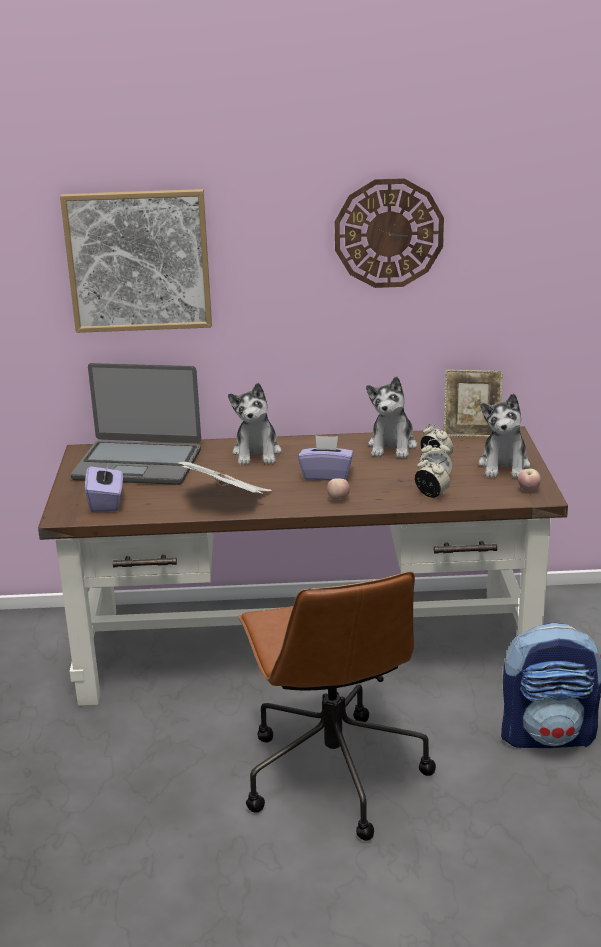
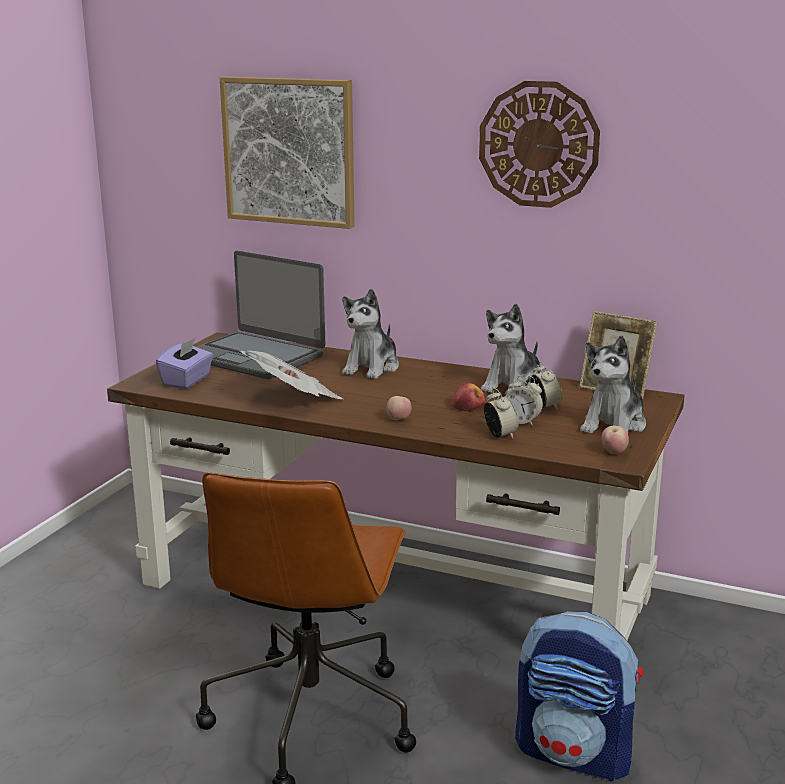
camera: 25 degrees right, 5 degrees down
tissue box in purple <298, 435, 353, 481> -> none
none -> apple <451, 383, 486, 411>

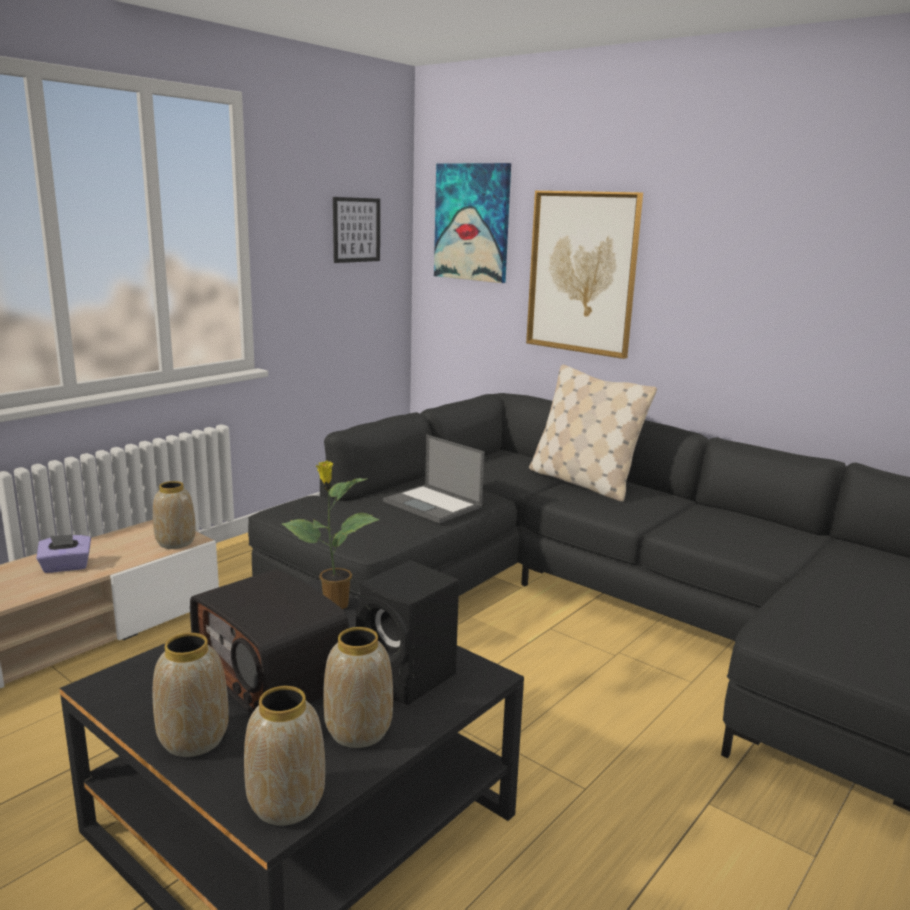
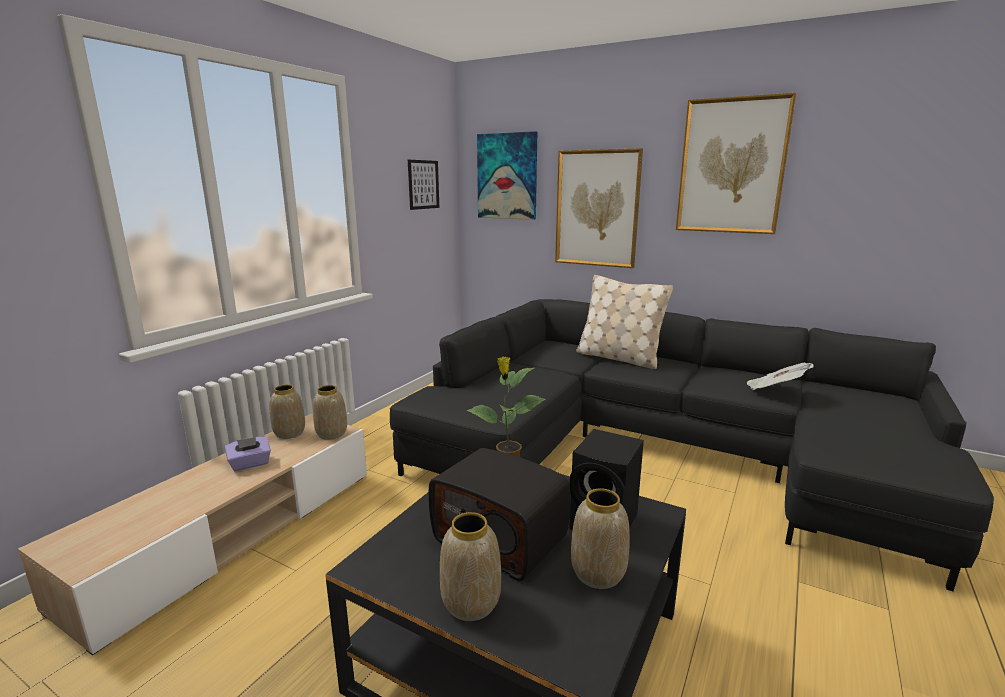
camera: 10 degrees left, 0 degrees up
laptop <383, 435, 484, 523> -> none
none -> picture <676, 93, 796, 234>
none -> newspaper <747, 363, 814, 390>
vase <244, 686, 325, 826> -> vase <270, 384, 305, 439>, move

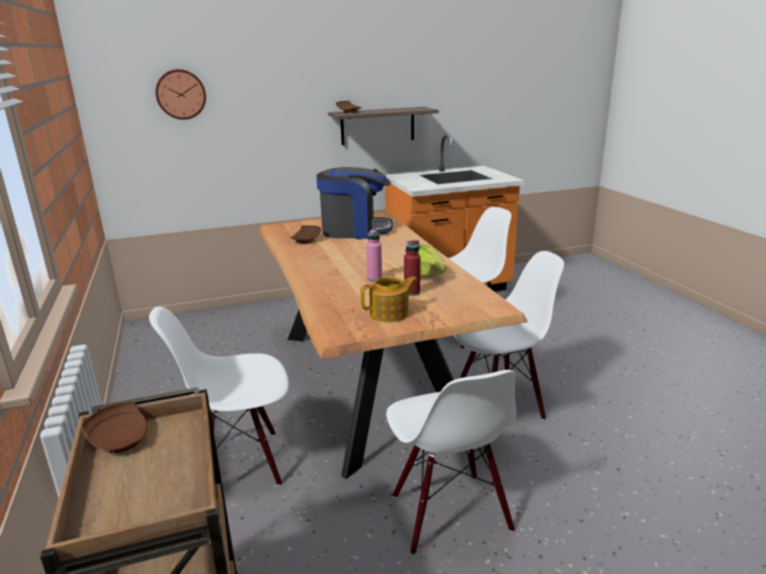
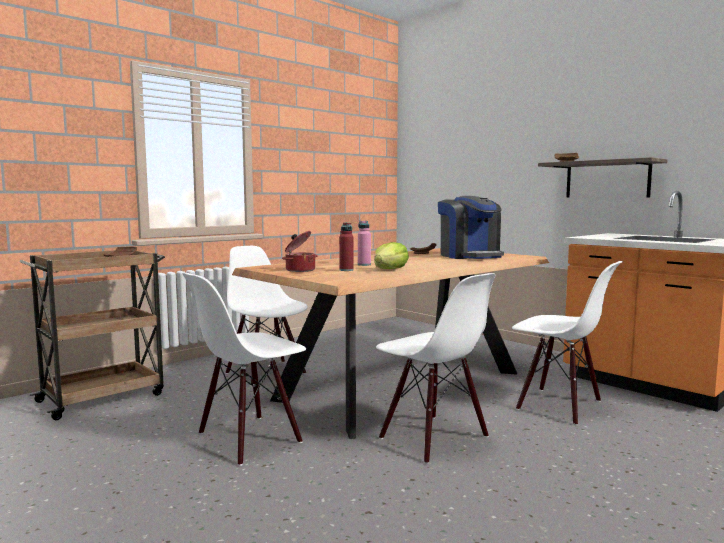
camera: 65 degrees right, 15 degrees down
wall clock <156, 69, 206, 120> -> none
teapot <361, 276, 418, 322> -> cooking pot <282, 231, 318, 272>

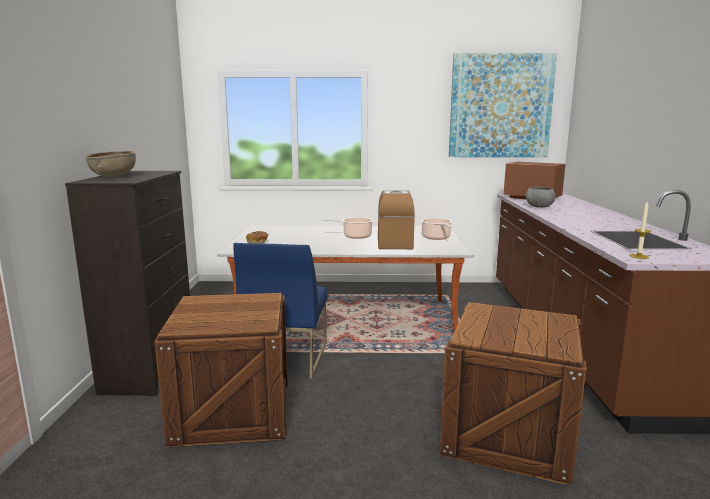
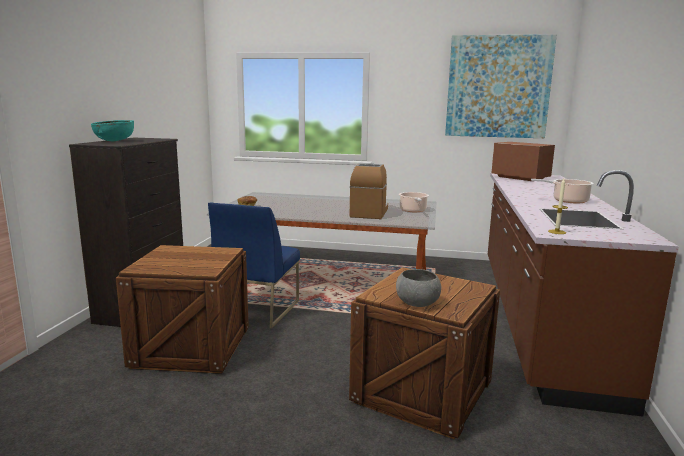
camera: 10 degrees right, 0 degrees up
cooking pot <323, 217, 373, 239> -> cooking pot <531, 179, 594, 203>, move
bowl in grey <526, 187, 555, 208> -> bowl in grey <396, 269, 441, 307>, move
bowl in brown <86, 151, 136, 177> -> bowl in turquoise <91, 120, 134, 141>

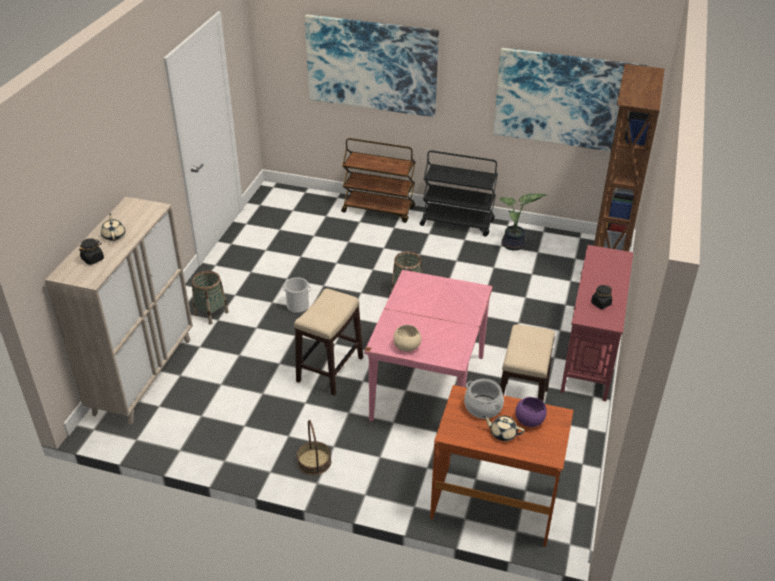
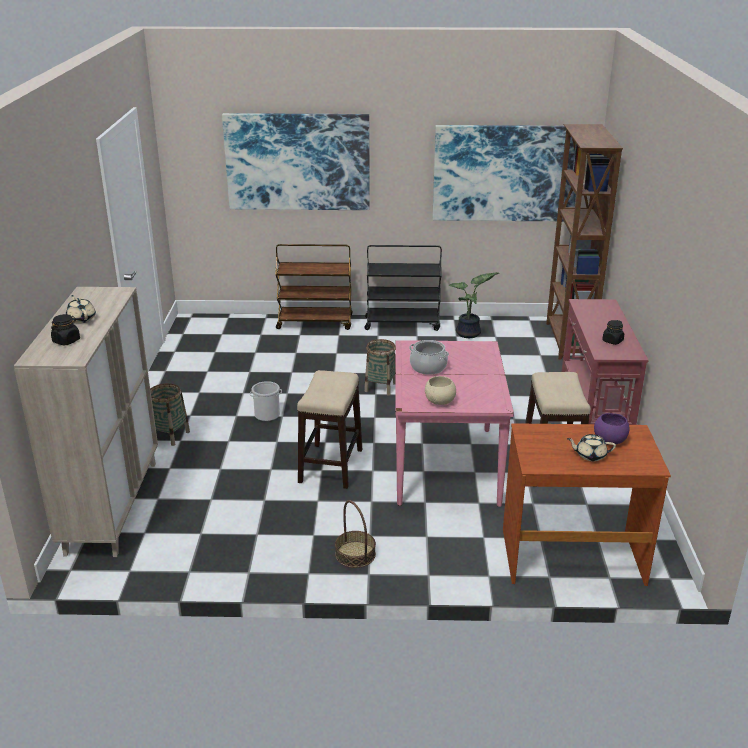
camera: 15 degrees left, 10 degrees down
cooking pot <464, 379, 504, 419> -> cooking pot <409, 340, 449, 375>, move

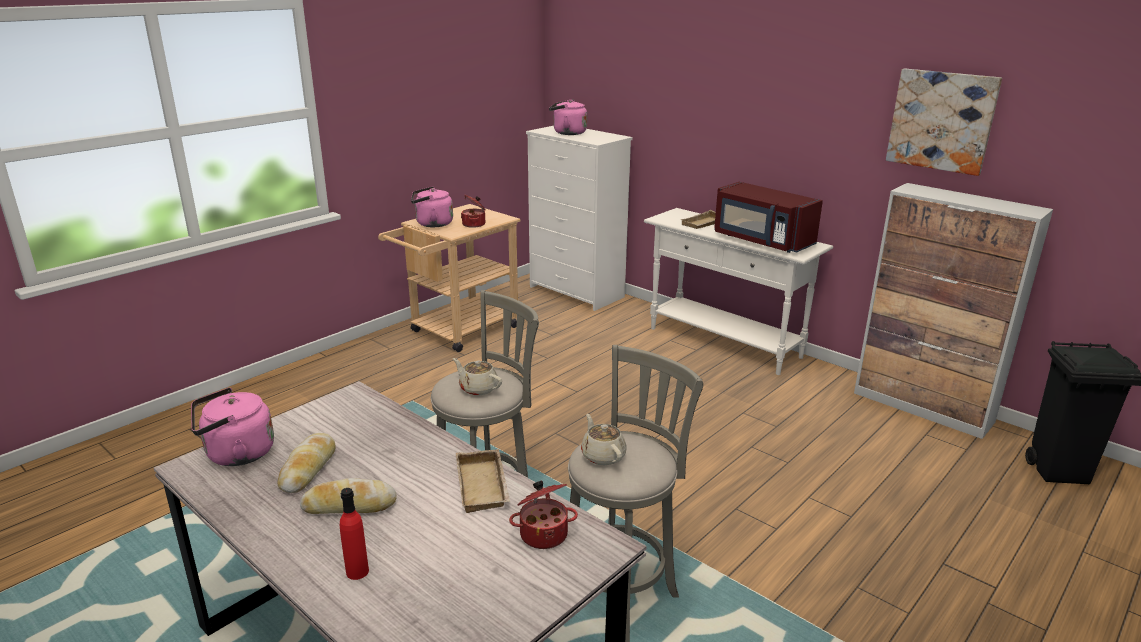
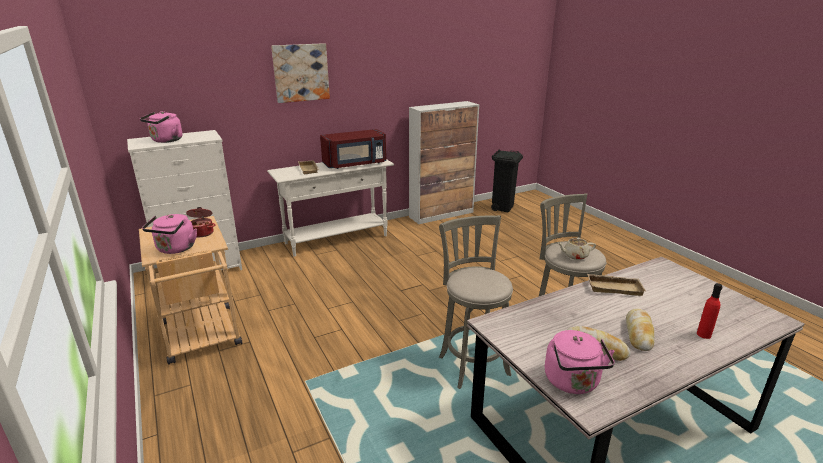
camera: 70 degrees left, 0 degrees up
teapot in beige <453, 358, 502, 395> -> none
cooking pot <509, 481, 578, 549> -> none
picture <886, 69, 1002, 176> -> picture <271, 43, 330, 103>, move

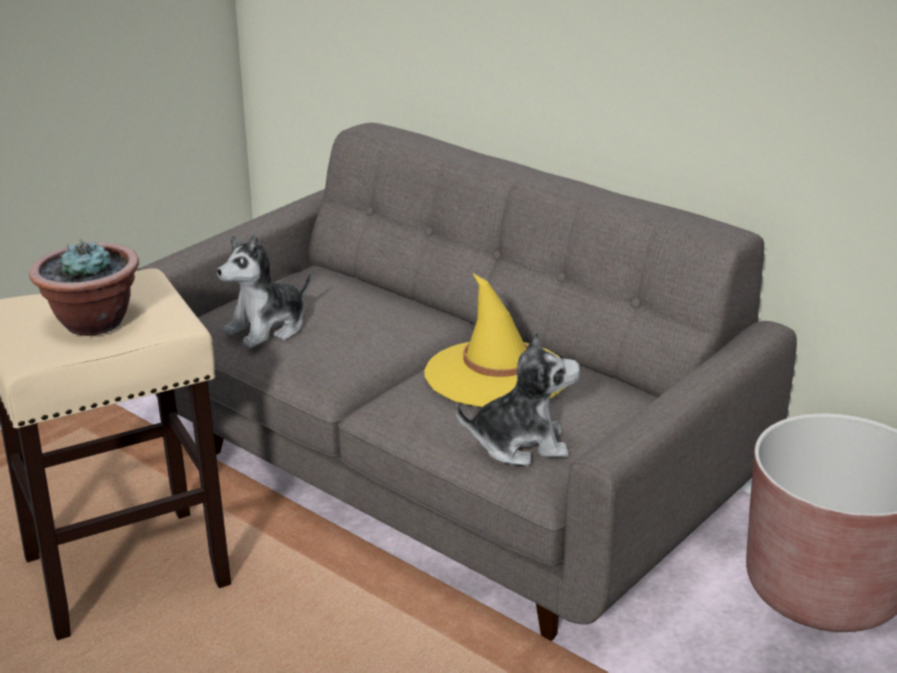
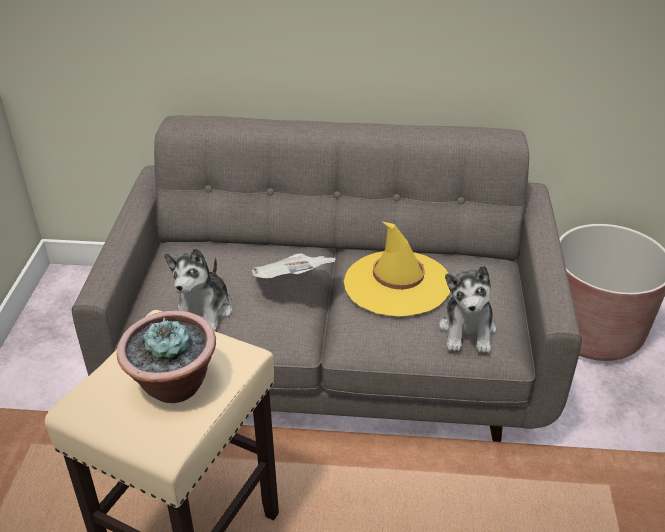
camera: 35 degrees left, 10 degrees up
none -> newspaper <252, 253, 336, 278>
plush toy <456, 330, 580, 466> -> plush toy <439, 266, 496, 353>, 135 degrees clockwise

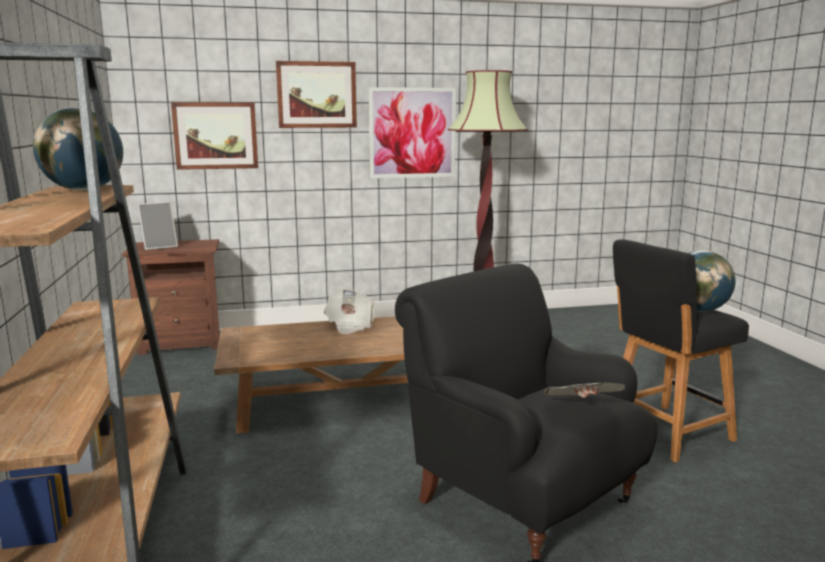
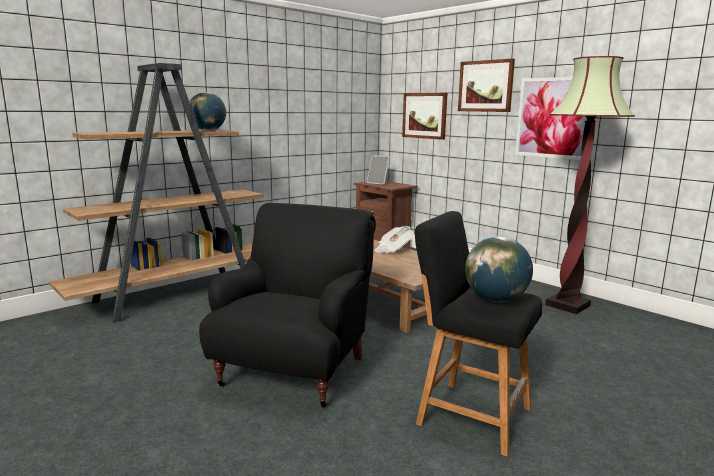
camera: 60 degrees right, 0 degrees up
newspaper <543, 382, 625, 398> -> none

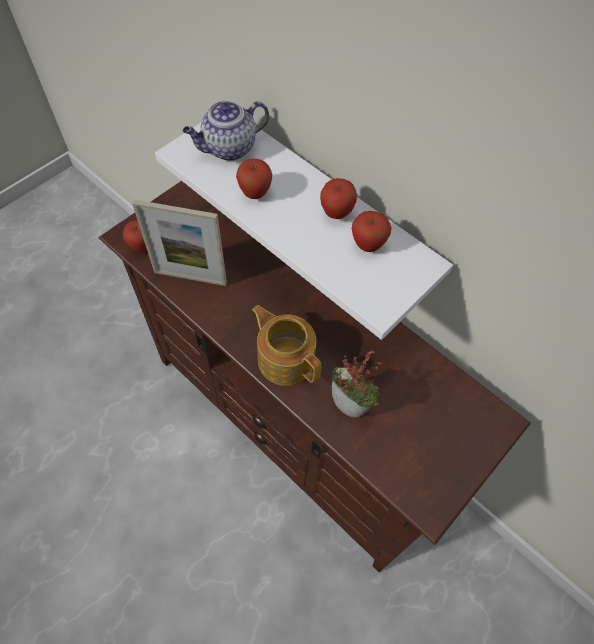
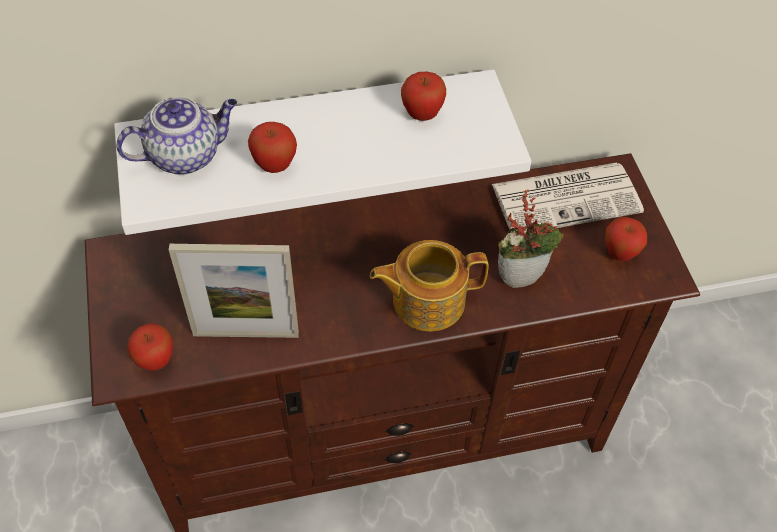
camera: 55 degrees left, 5 degrees down
none -> newspaper <492, 163, 644, 233>
apple <320, 178, 357, 219> -> apple <605, 217, 647, 261>, move
picture frame <132, 199, 227, 286> -> picture frame <169, 244, 299, 338>, 45 degrees clockwise
teapot <183, 100, 269, 161> -> teapot <116, 97, 237, 175>, 120 degrees counterclockwise

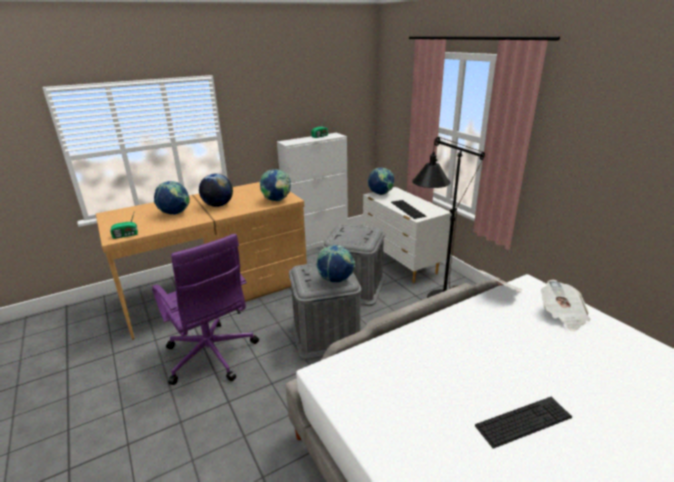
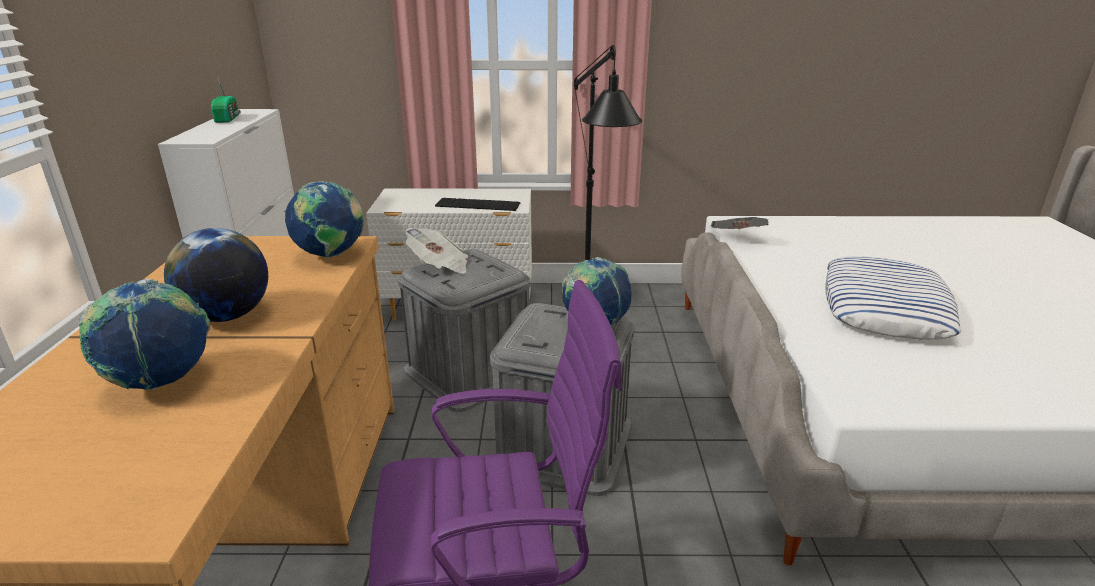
camera: 60 degrees left, 0 degrees up
radio <110, 210, 138, 239> -> none
globe <368, 167, 394, 195> -> none
keyboard <475, 397, 572, 449> -> none
none -> pillow <825, 256, 962, 340>
newspaper <541, 280, 591, 331> -> newspaper <405, 228, 468, 274>, move

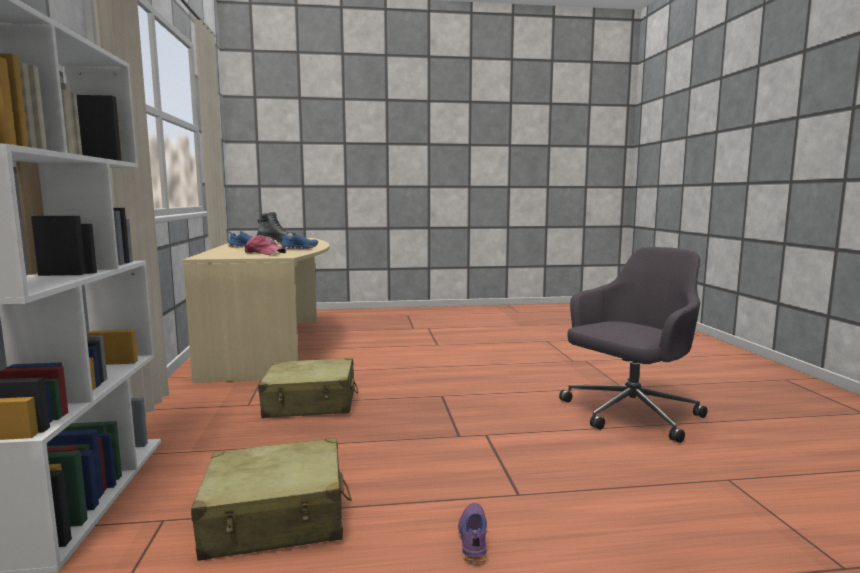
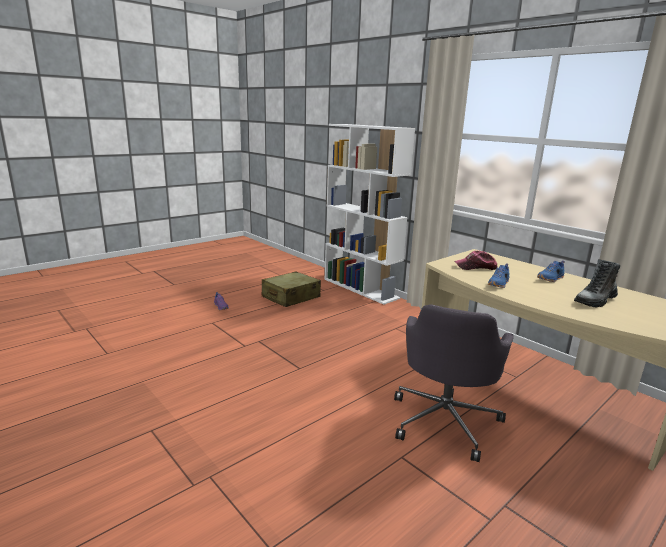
camera: 145 degrees right, 10 degrees up
suitcase in beige <258, 358, 358, 418> -> none
office chair in grey <559, 247, 707, 443> -> office chair in grey <394, 304, 513, 462>, move

